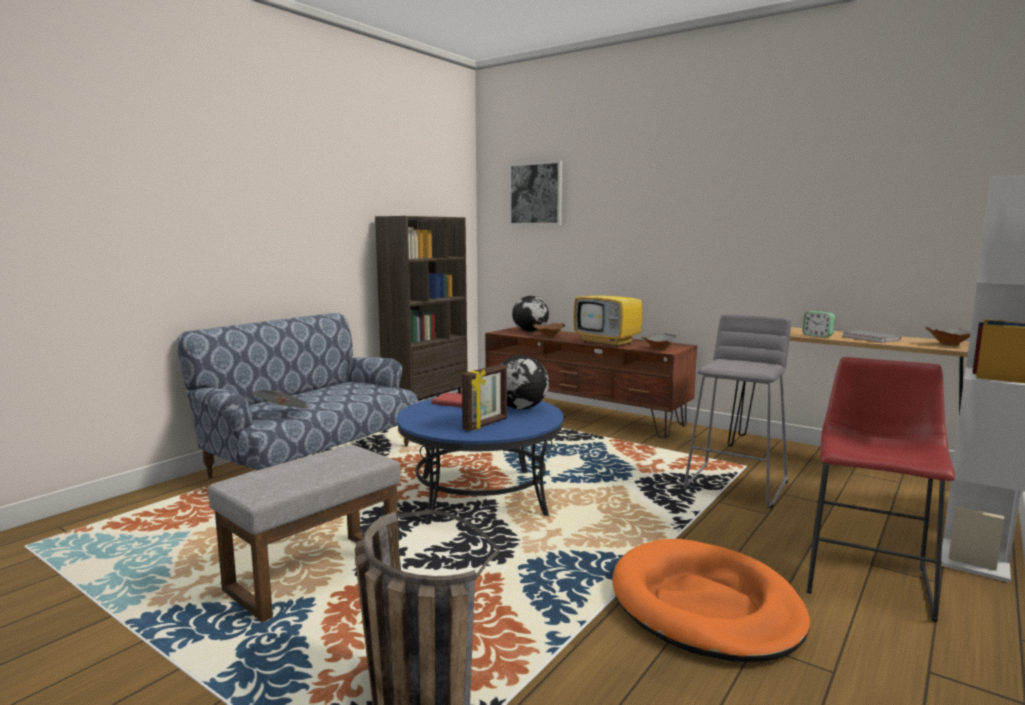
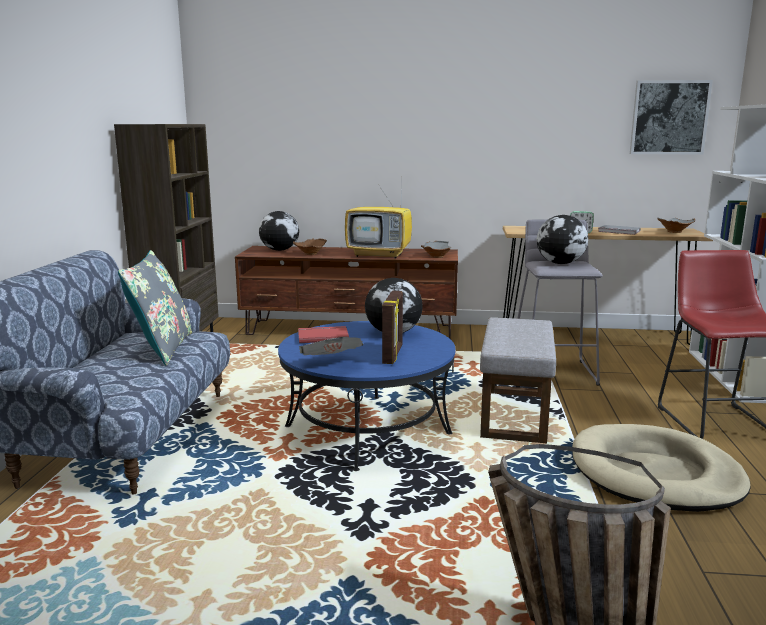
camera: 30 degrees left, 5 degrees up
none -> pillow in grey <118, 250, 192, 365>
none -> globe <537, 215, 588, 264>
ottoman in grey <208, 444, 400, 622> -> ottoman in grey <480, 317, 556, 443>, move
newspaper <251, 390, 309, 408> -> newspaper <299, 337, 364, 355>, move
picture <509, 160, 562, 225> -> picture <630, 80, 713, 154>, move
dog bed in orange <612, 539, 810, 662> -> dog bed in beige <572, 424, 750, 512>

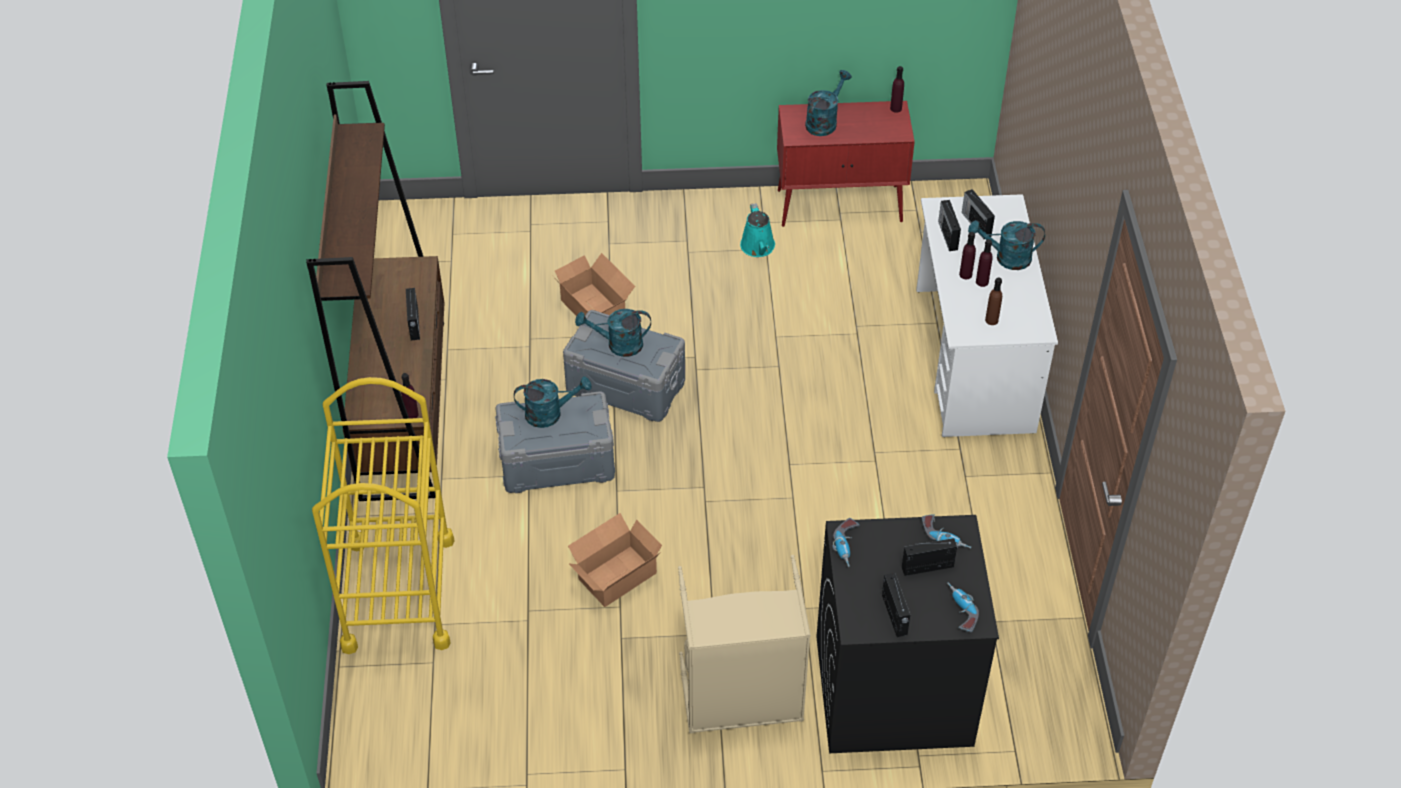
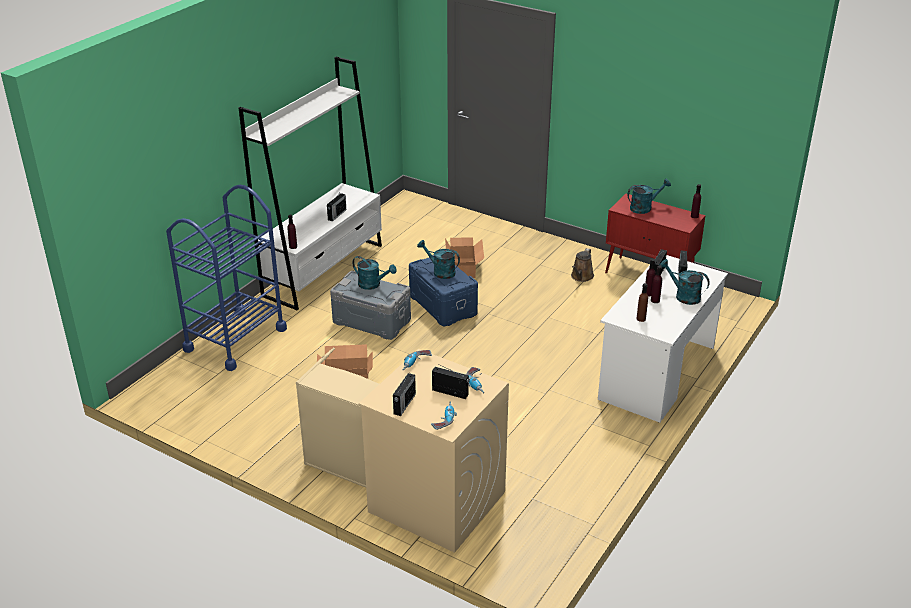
camera: 35 degrees right, 15 degrees down
bookcase in brown <306, 81, 445, 501> -> bookcase in white <239, 56, 382, 310>
cart in yellow <312, 377, 454, 654> -> cart in blue <166, 185, 287, 371>
storage box in grey <563, 310, 685, 422> -> storage box in blue <409, 255, 478, 326>
watering can in turquoise <740, 203, 775, 257> -> watering can in brown <571, 248, 594, 282>
washing machine in black <817, 515, 999, 753> -> washing machine in beige <359, 349, 509, 553>

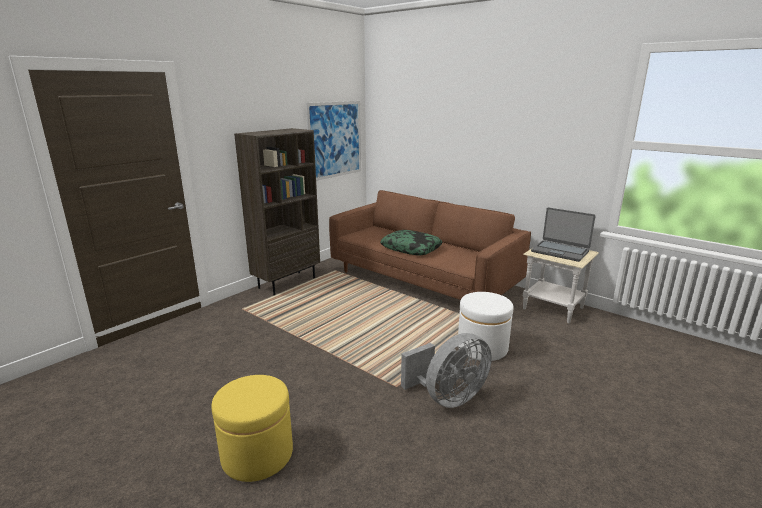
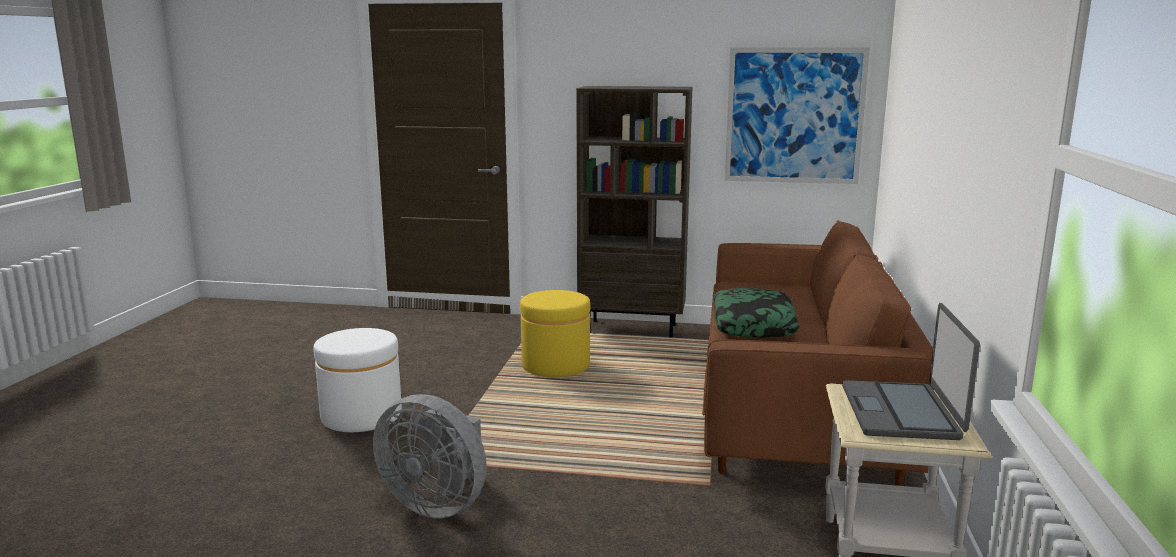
camera: 60 degrees right, 5 degrees down
ottoman in yellow <211, 375, 293, 482> -> ottoman in yellow <520, 290, 590, 377>, move
ottoman in white <458, 292, 513, 361> -> ottoman in white <313, 328, 402, 432>, move

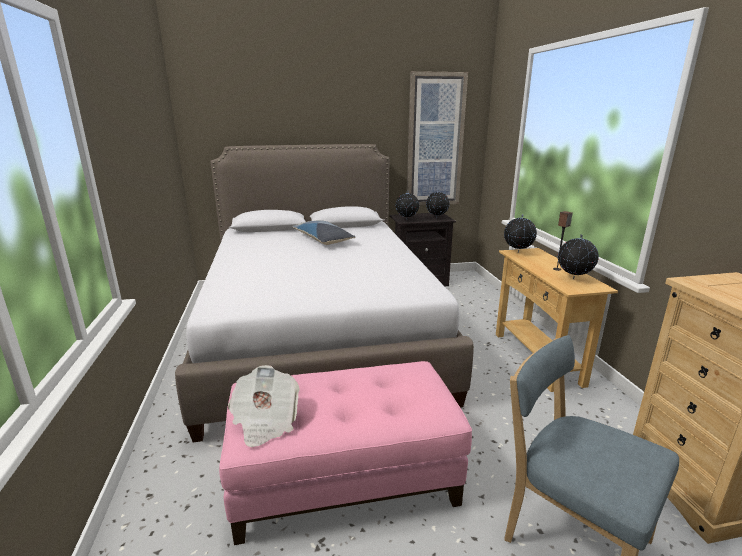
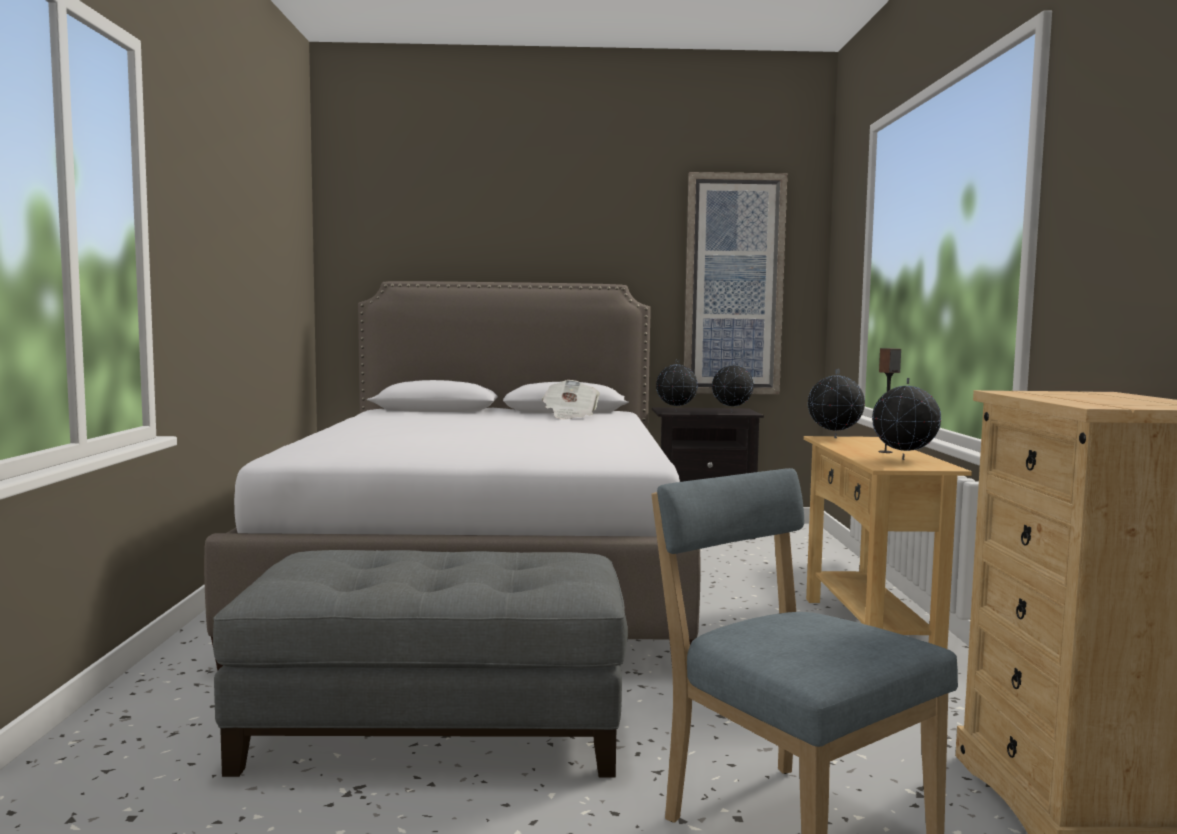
camera: 10 degrees right, 15 degrees down
pillow <293, 220, 356, 245> -> none
newspaper <228, 365, 300, 447> -> newspaper <542, 380, 600, 419>, move
ottoman in pink <219, 361, 472, 545> -> ottoman in grey <213, 550, 628, 777>

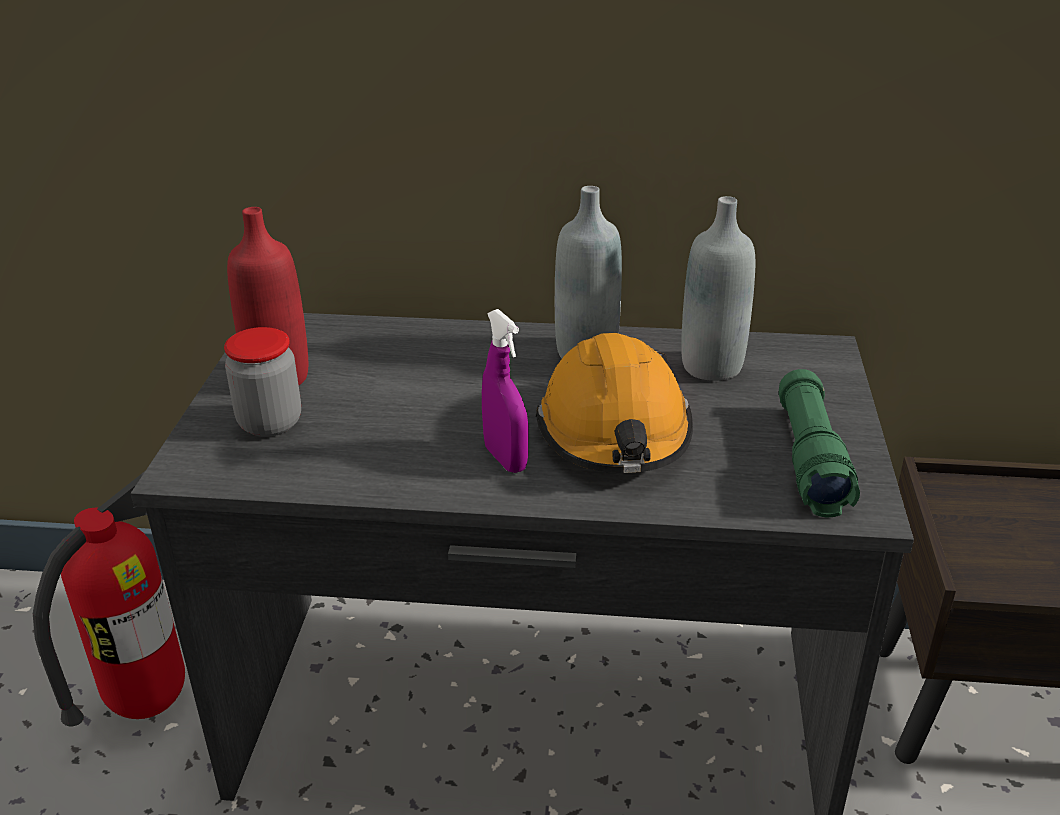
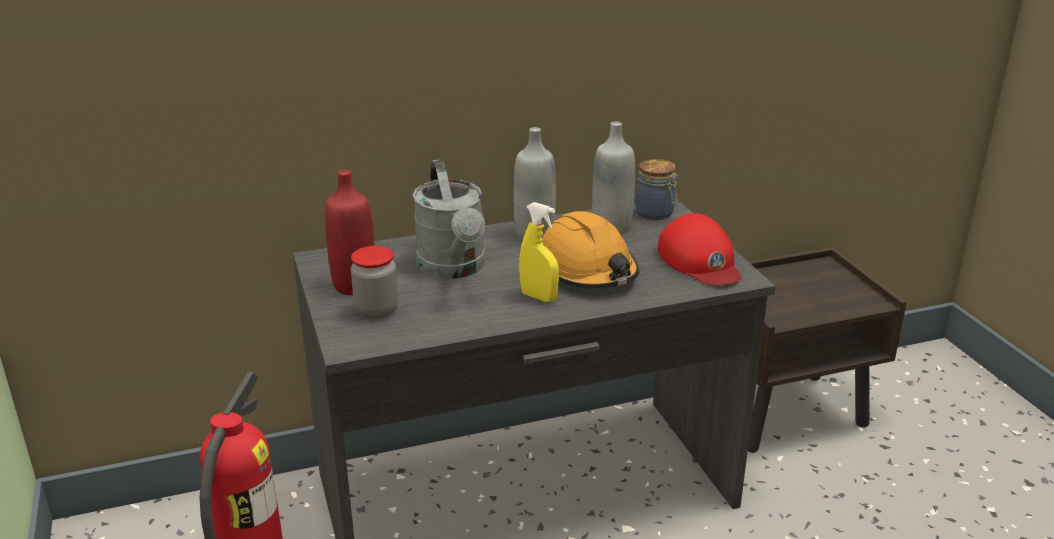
camera: 25 degrees left, 5 degrees down
none -> watering can in grey <412, 159, 485, 279>
none -> jar <635, 159, 677, 220>
flashlight in green <779, 369, 860, 518> -> cap in red <658, 213, 742, 285>
spray bottle in purple <482, 309, 528, 473> -> spray bottle in yellow <519, 202, 559, 302>

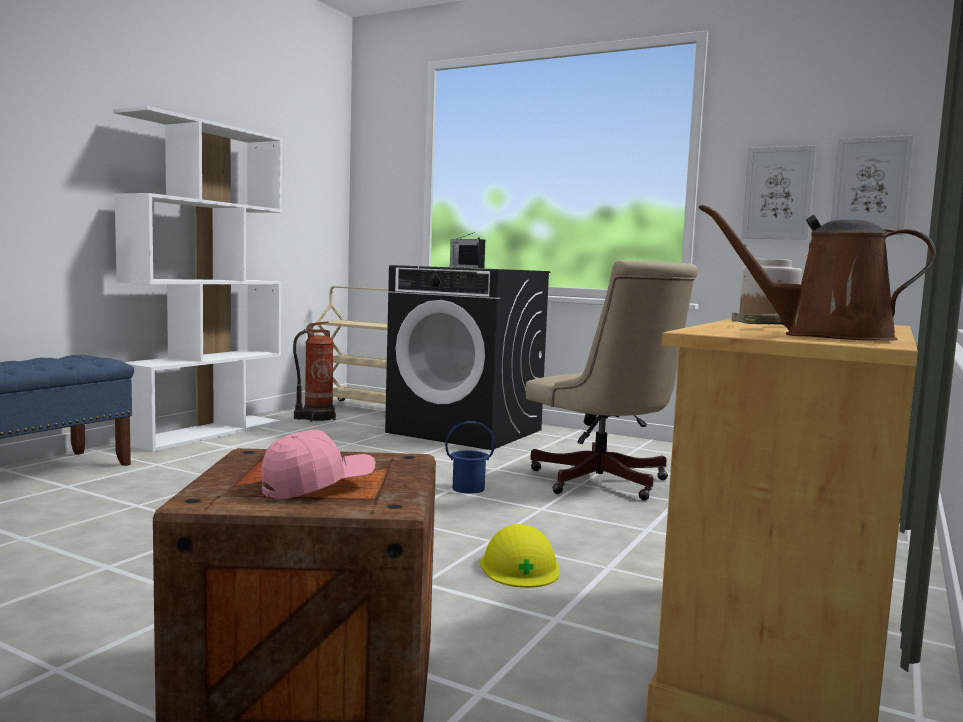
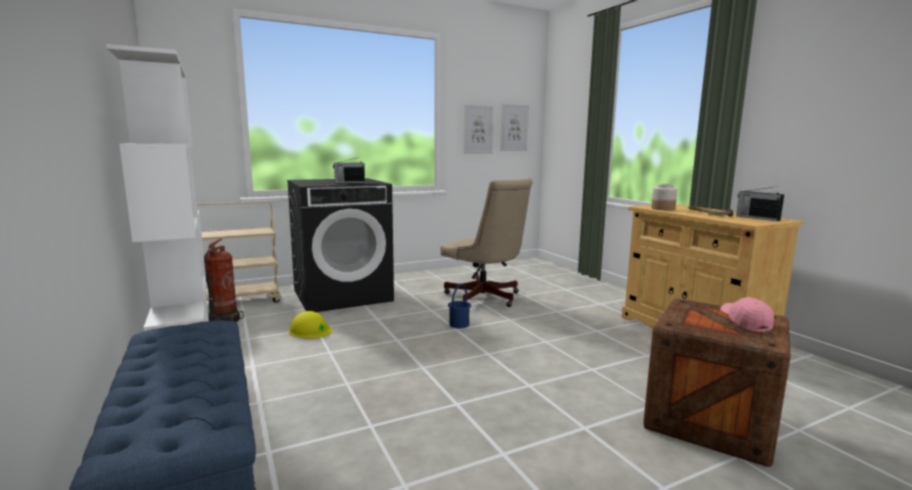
camera: 55 degrees left, 5 degrees up
hard hat in yellow <480, 524, 559, 588> -> hard hat in yellow <288, 311, 332, 339>, move
watering can in brown <699, 204, 936, 341> -> radio <736, 186, 784, 221>
office chair in beige <526, 260, 698, 500> -> office chair in beige <440, 178, 533, 307>, 45 degrees clockwise

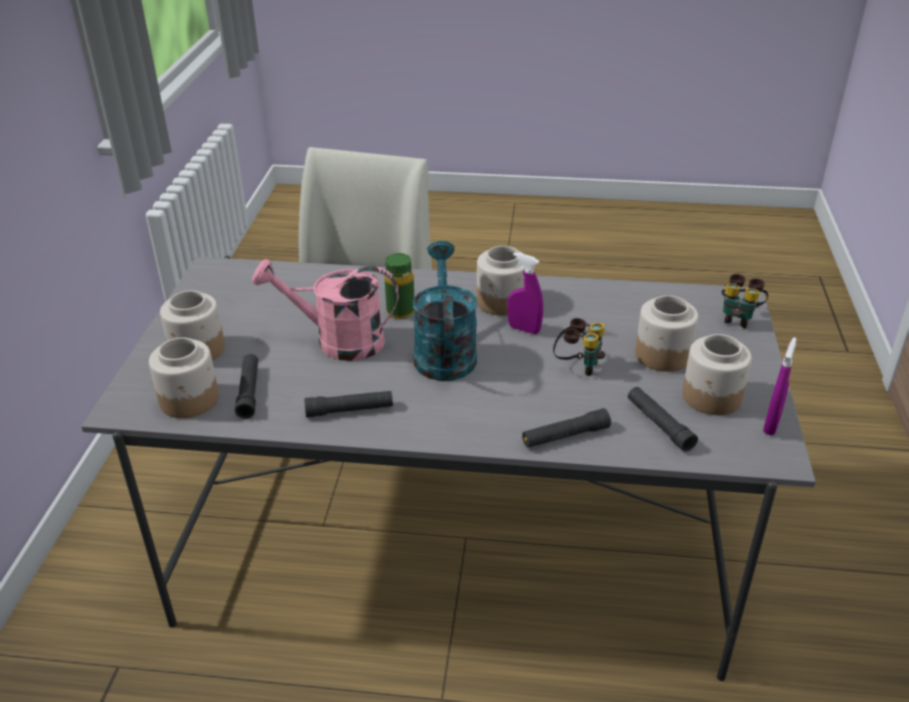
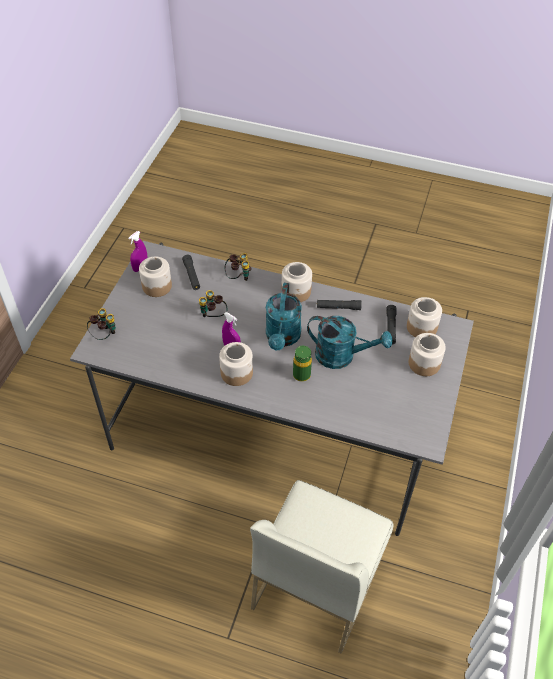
camera: 170 degrees left, 15 degrees up
jar <635, 295, 698, 372> -> jar <281, 262, 312, 302>, move
flashlight in black <522, 408, 611, 448> -> binoculars <225, 253, 252, 281>
watering can in pink <252, 259, 399, 361> -> watering can in turquoise <307, 316, 393, 369>

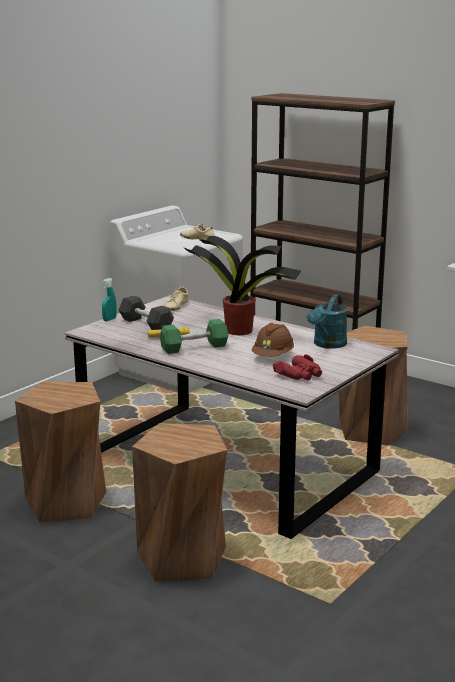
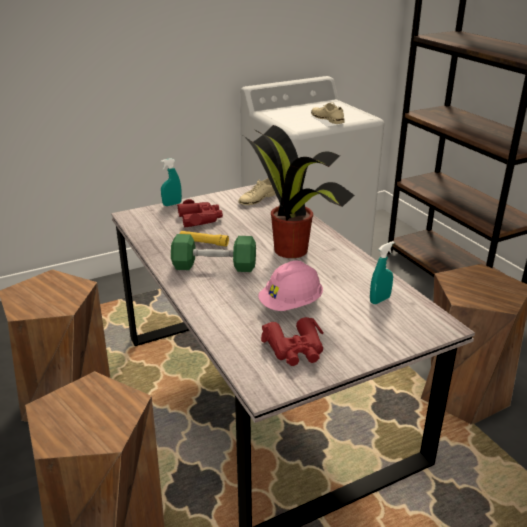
camera: 25 degrees right, 10 degrees up
dumbbell in grey <119, 295, 174, 330> -> binoculars in red <177, 199, 223, 227>
watering can in turquoise <307, 294, 347, 349> -> spray bottle in turquoise <370, 241, 395, 304>
hard hat in brown <252, 323, 294, 357> -> hard hat in pink <258, 260, 323, 311>

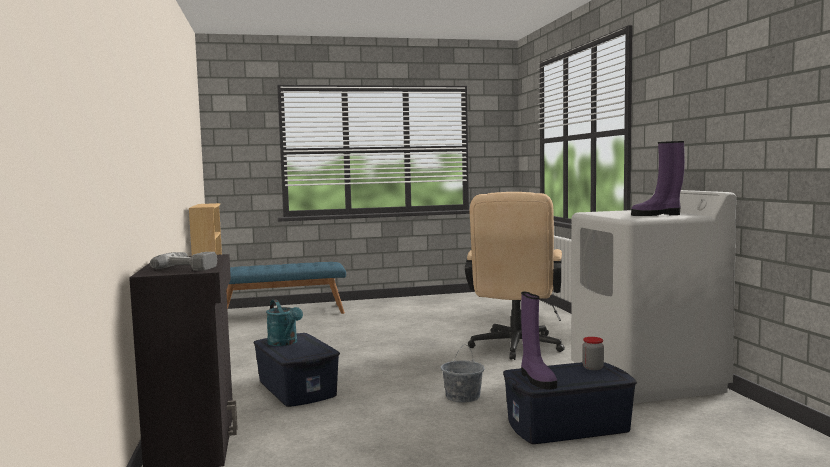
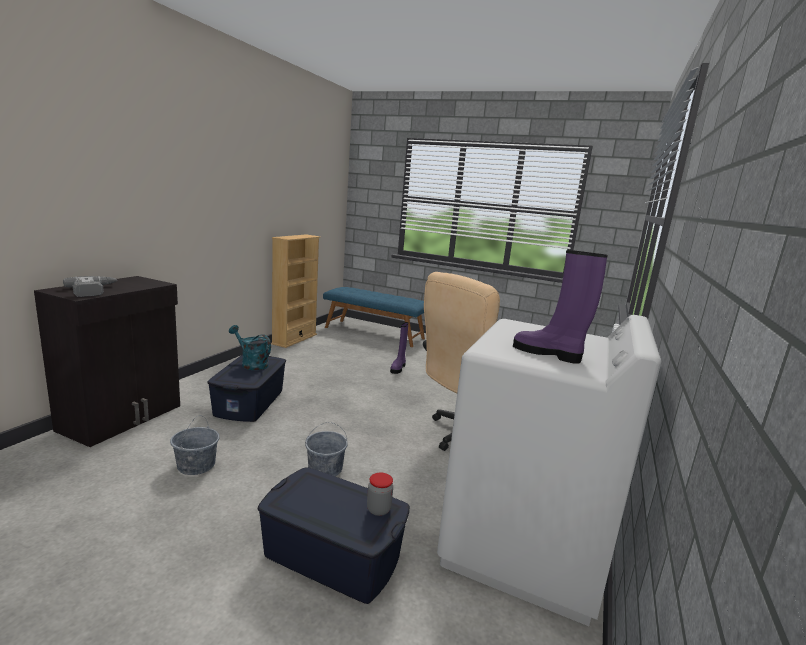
camera: 35 degrees right, 10 degrees up
none -> bucket in grey <170, 416, 219, 475>
boot in purple <521, 292, 557, 390> -> boot in purple <390, 322, 409, 374>, move
watering can in turquoise <266, 299, 303, 346> -> watering can in turquoise <229, 325, 271, 370>, 120 degrees clockwise

